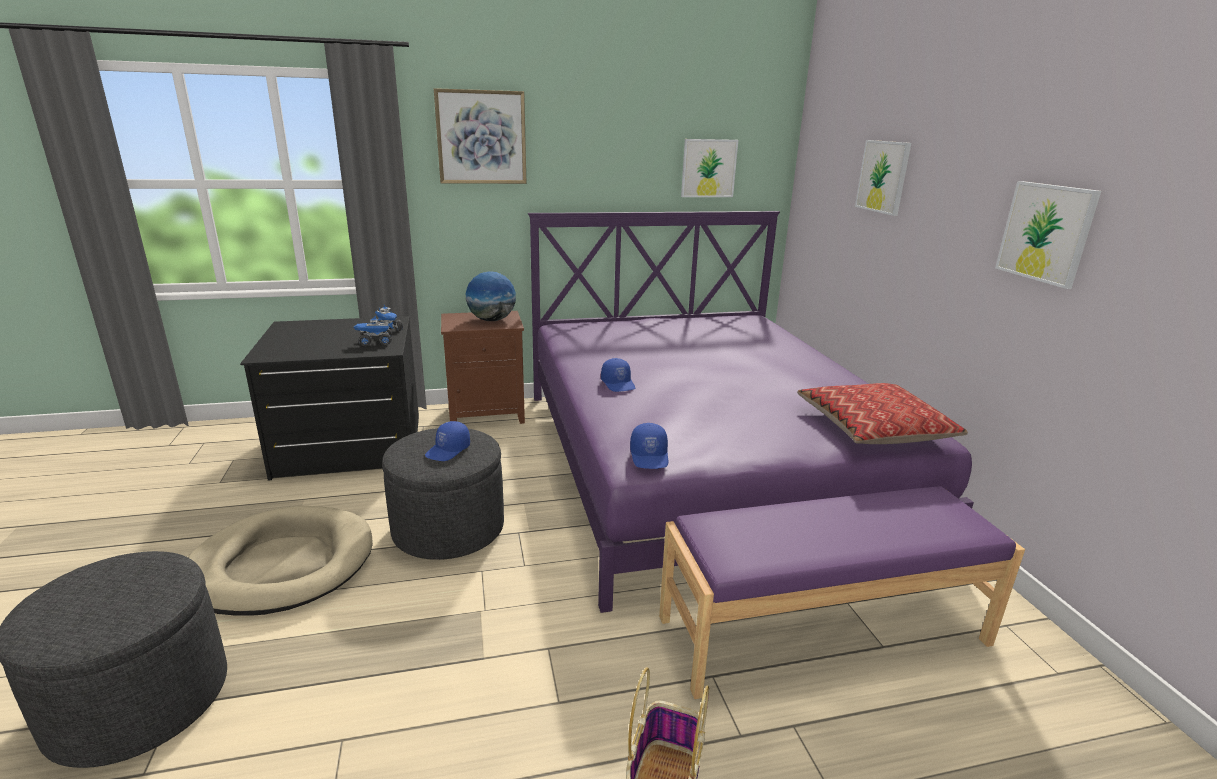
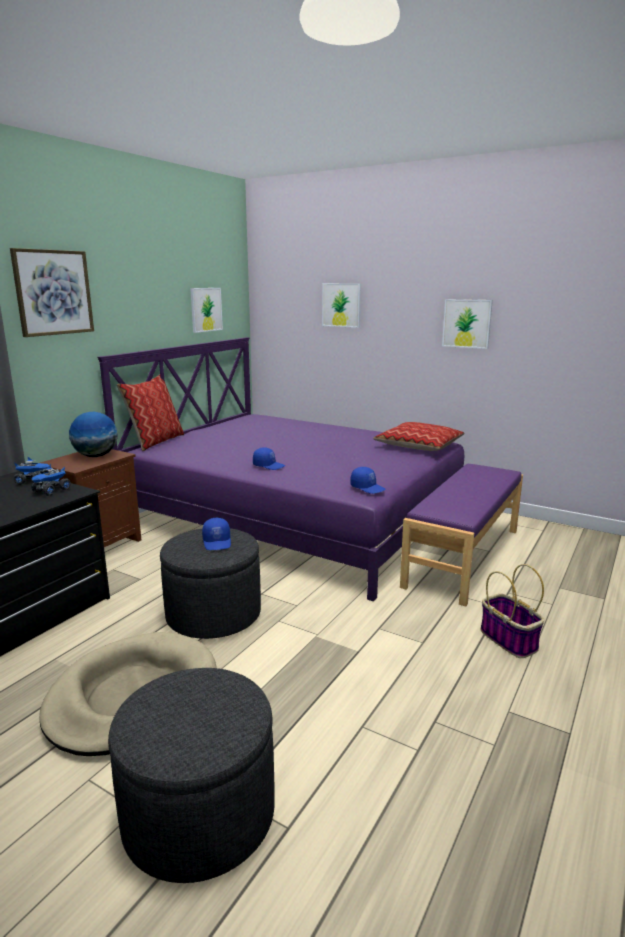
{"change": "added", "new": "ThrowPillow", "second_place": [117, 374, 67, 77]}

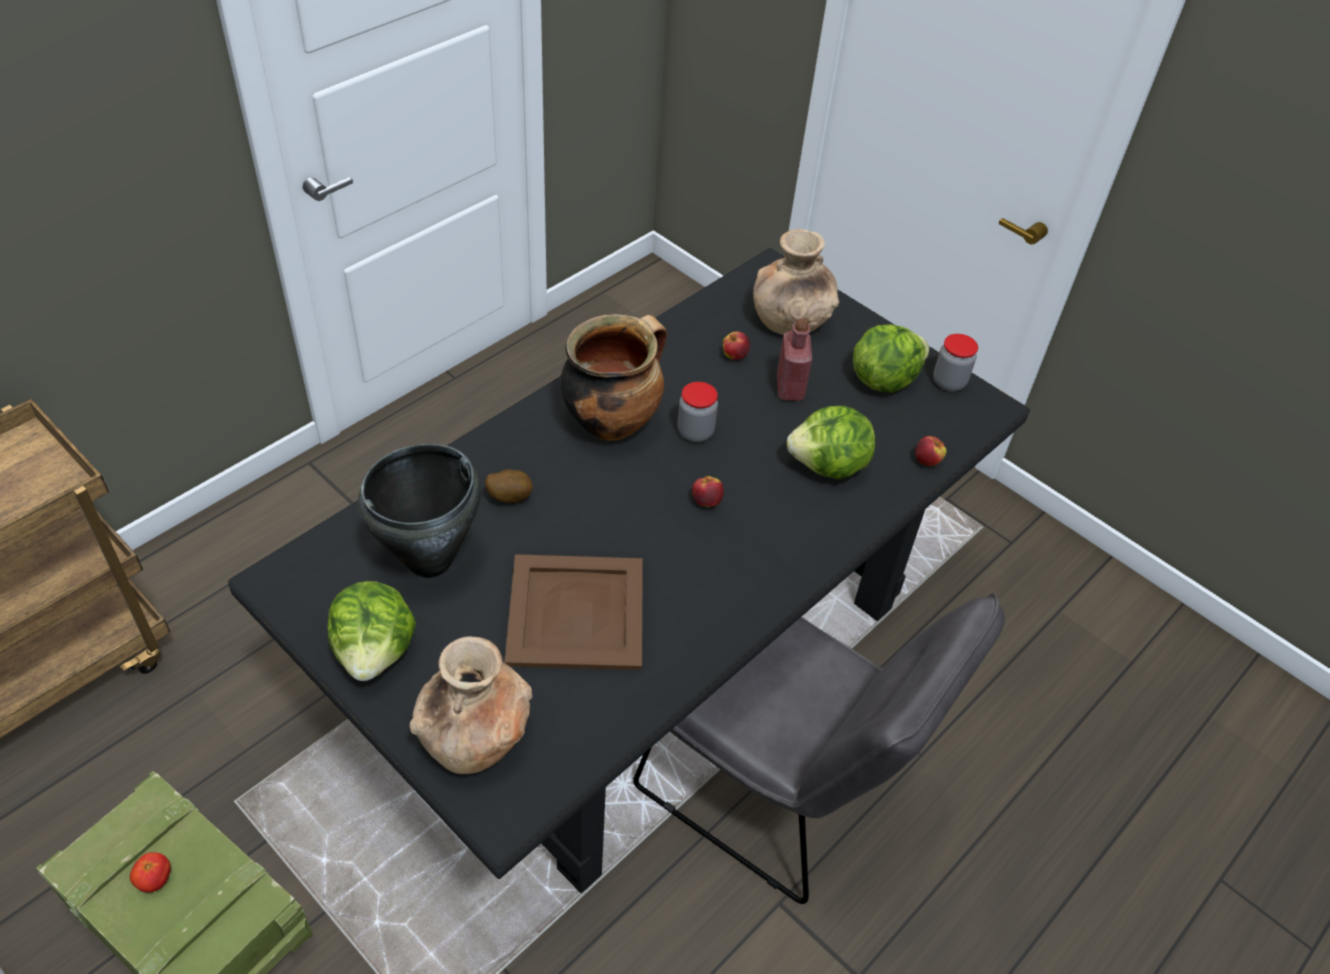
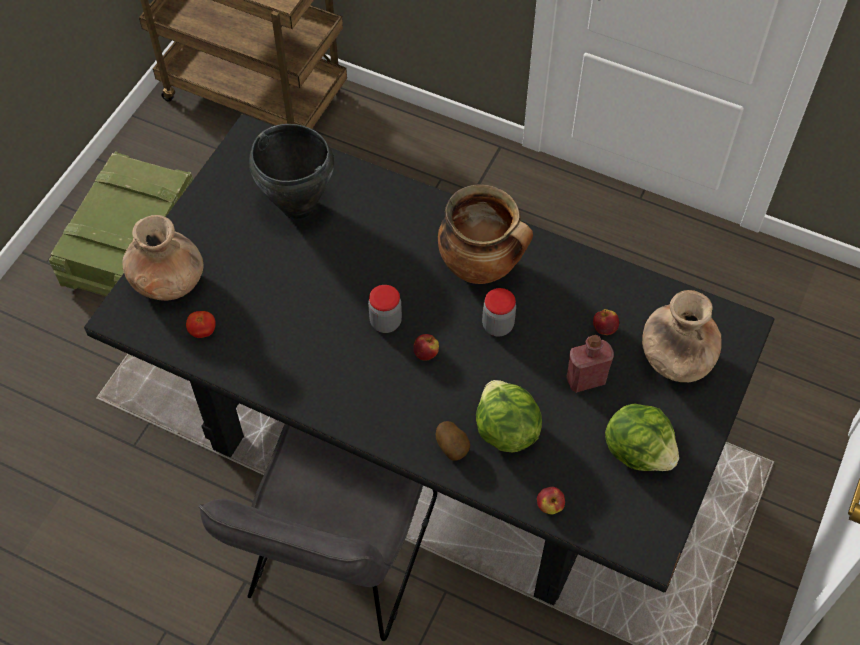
{"change": "removed", "old": "HeadOfLettuce", "first_place": [327, 581, 89, 100]}
{"change": "removed", "old": "BrownTray", "first_place": [504, 554, 139, 116]}
{"change": "moved", "old": "WholeTomato", "first_place": [130, 852, 41, 40], "second_place": [186, 311, 30, 27]}
{"change": "moved", "old": "Spud", "first_place": [485, 470, 48, 33], "second_place": [436, 421, 34, 39]}
{"change": "moved", "old": "Jar", "first_place": [933, 334, 45, 58], "second_place": [368, 285, 34, 48]}

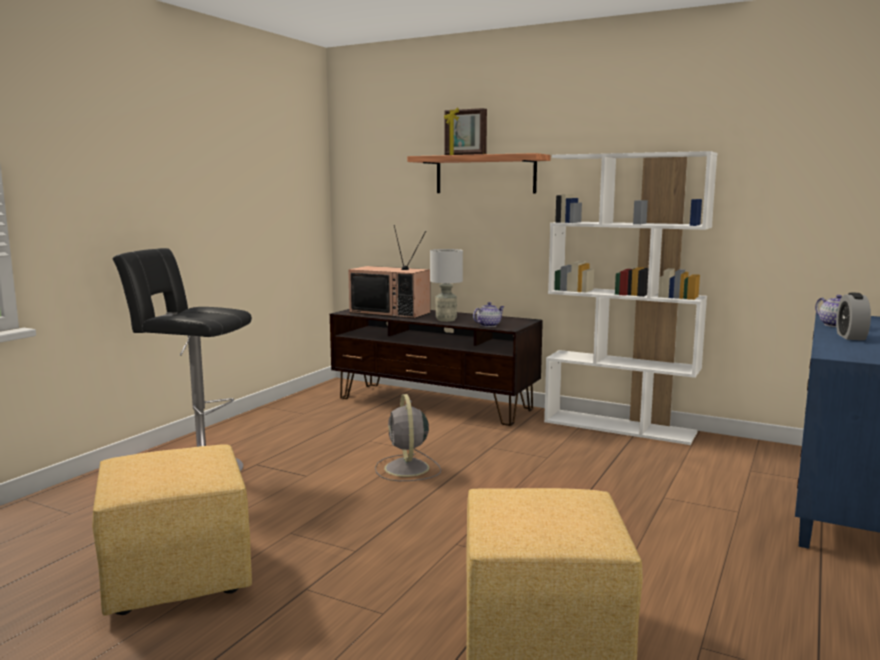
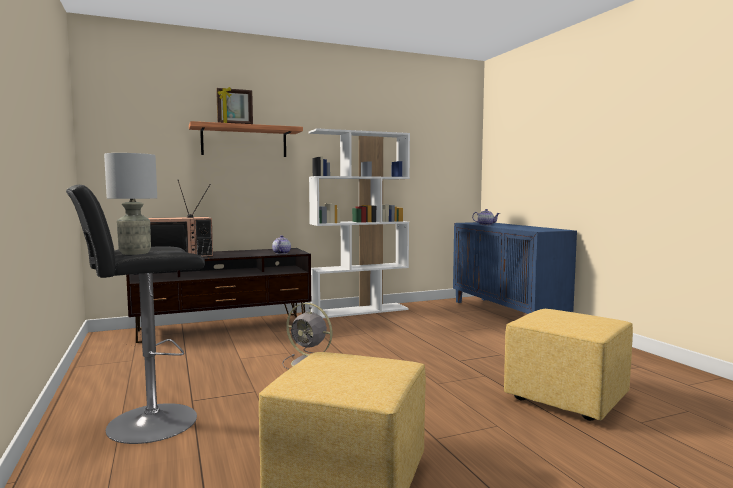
{"change": "removed", "old": "AlarmClock", "first_place": [836, 292, 35, 48]}
{"change": "moved", "old": "GreyTableLamp", "first_place": [430, 249, 33, 73], "second_place": [104, 153, 53, 102]}

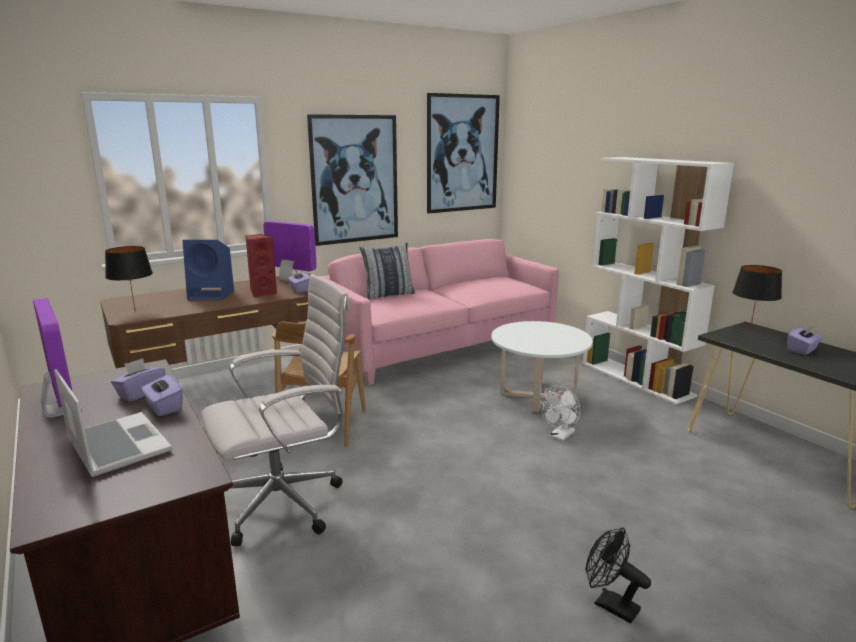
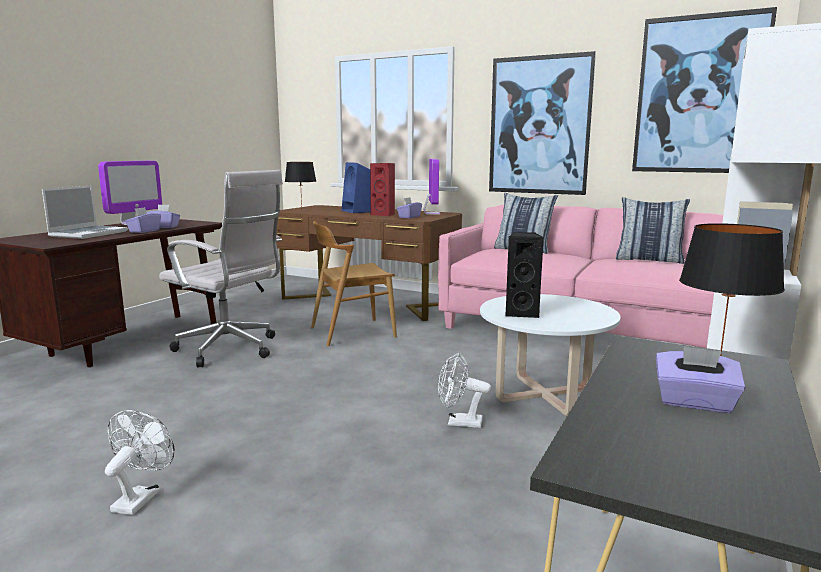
{"change": "added", "new": "BlackishAudioSpeaker", "second_place": [505, 232, 39, 86]}
{"change": "added", "new": "ThrowPillow", "second_place": [616, 197, 74, 67]}
{"change": "recoloured", "old": "BlackishFan", "new": "WhiteColouredFan", "first_place": [586, 528, 65, 96], "second_place": [105, 410, 70, 105]}

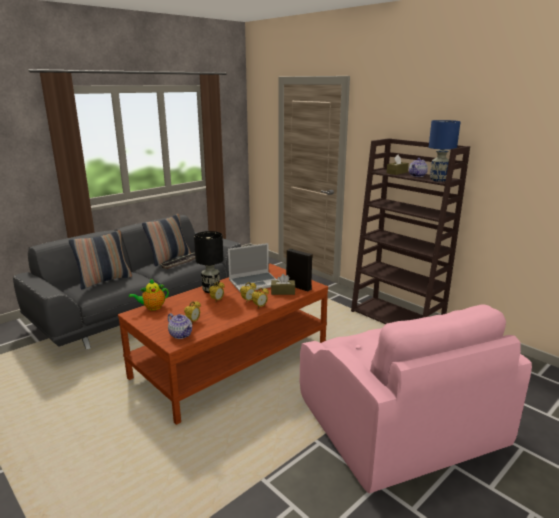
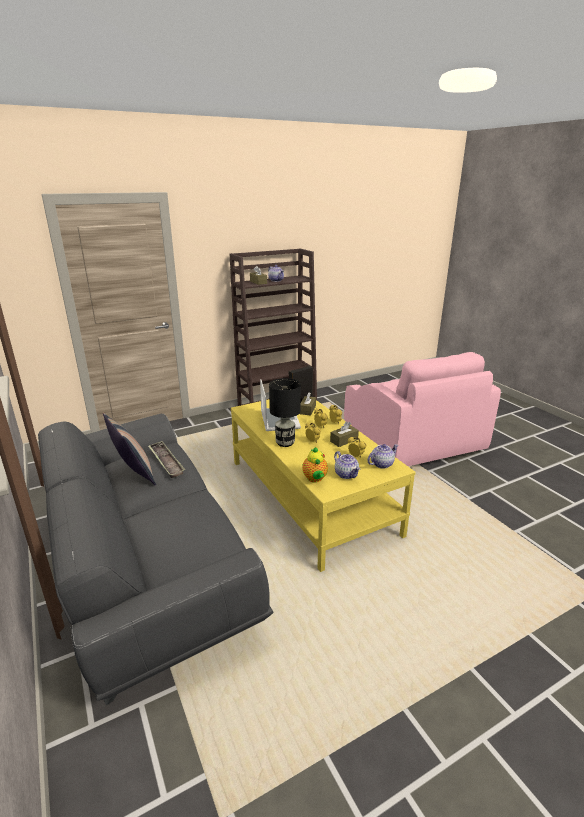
{"change": "removed", "old": "ThrowPillow", "first_place": [69, 230, 63, 59]}
{"change": "removed", "old": "BlueColouredTableLamp", "first_place": [429, 120, 32, 62]}
{"change": "added", "new": "BrownTissueHolder", "second_place": [330, 422, 29, 25]}
{"change": "added", "new": "TeaPot", "second_place": [334, 451, 26, 28]}
{"change": "recoloured", "old": "BrownLoungeTable", "new": "YellowishLoungeTable", "first_place": [118, 264, 210, 161], "second_place": [231, 399, 185, 173]}
{"change": "turned", "old": "PinkLoungeChair", "first_place": [300, 304, 232, 190], "second_place": [344, 352, 157, 114], "degrees": 75}

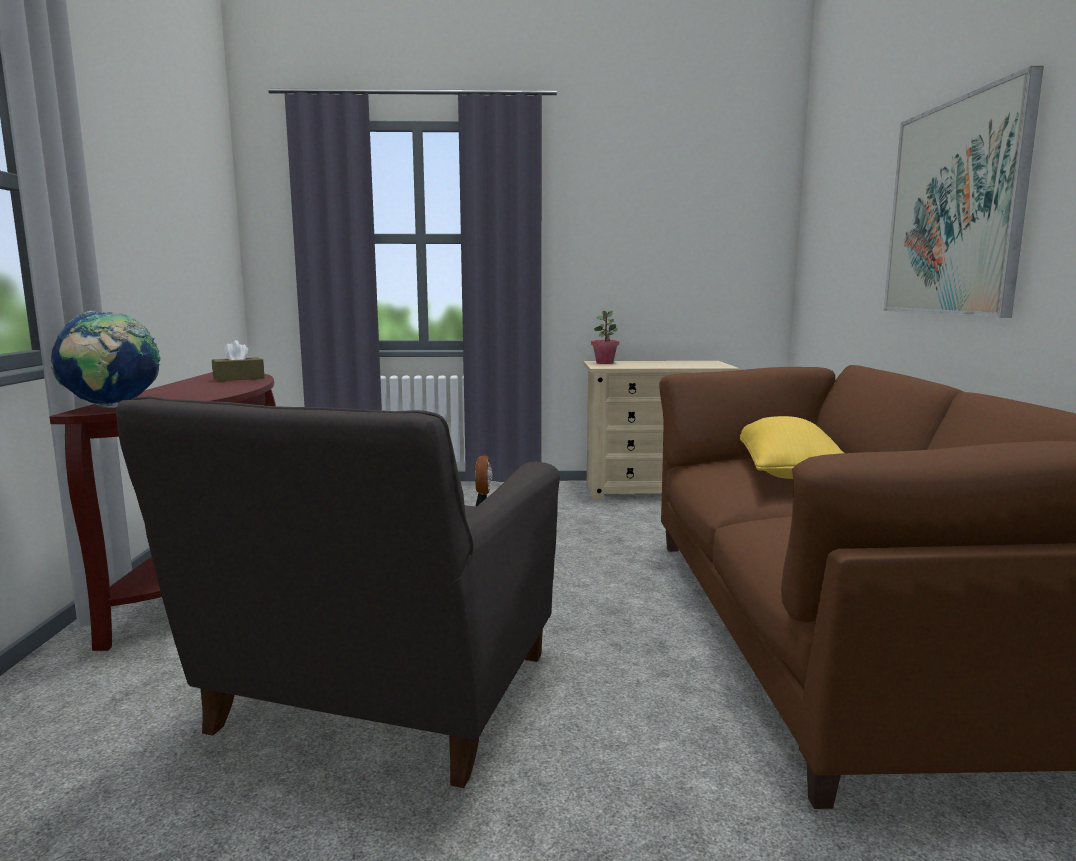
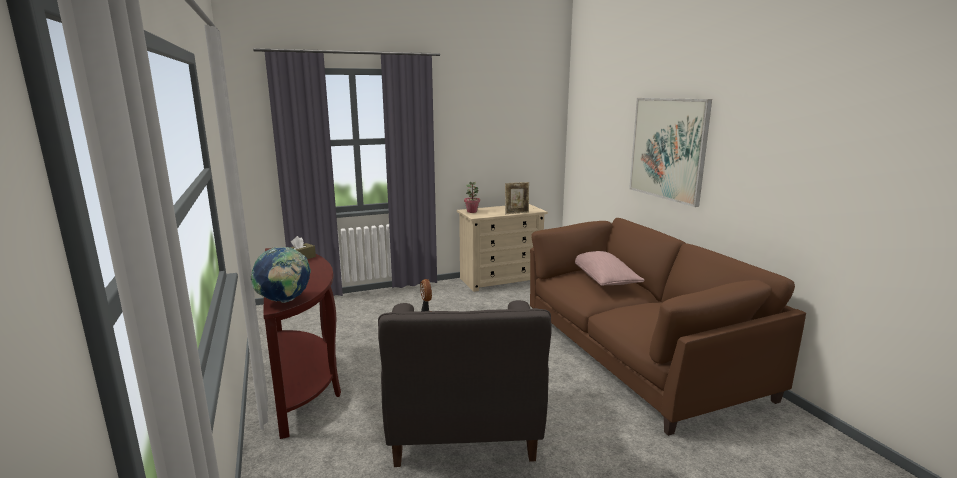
{"change": "added", "new": "StandingFrame", "second_place": [505, 182, 24, 32]}
{"change": "recoloured", "old": "YellowishThrowPillow", "new": "PinkThrowPillow", "first_place": [740, 416, 104, 63], "second_place": [575, 251, 70, 35]}

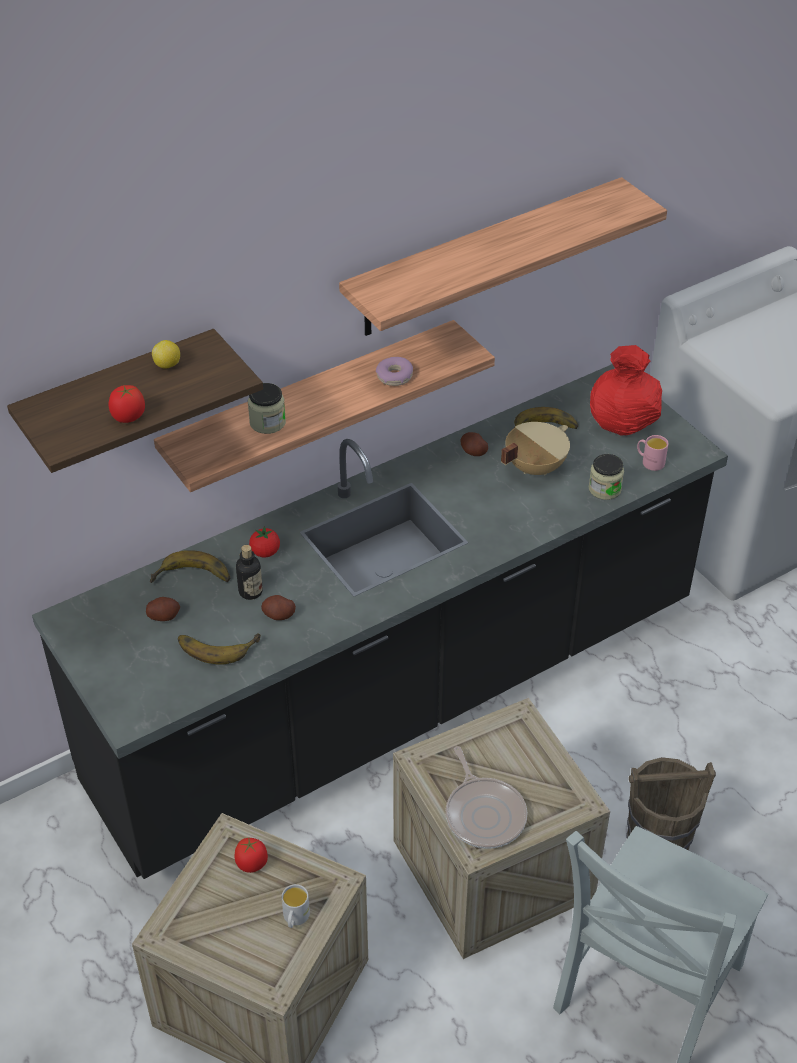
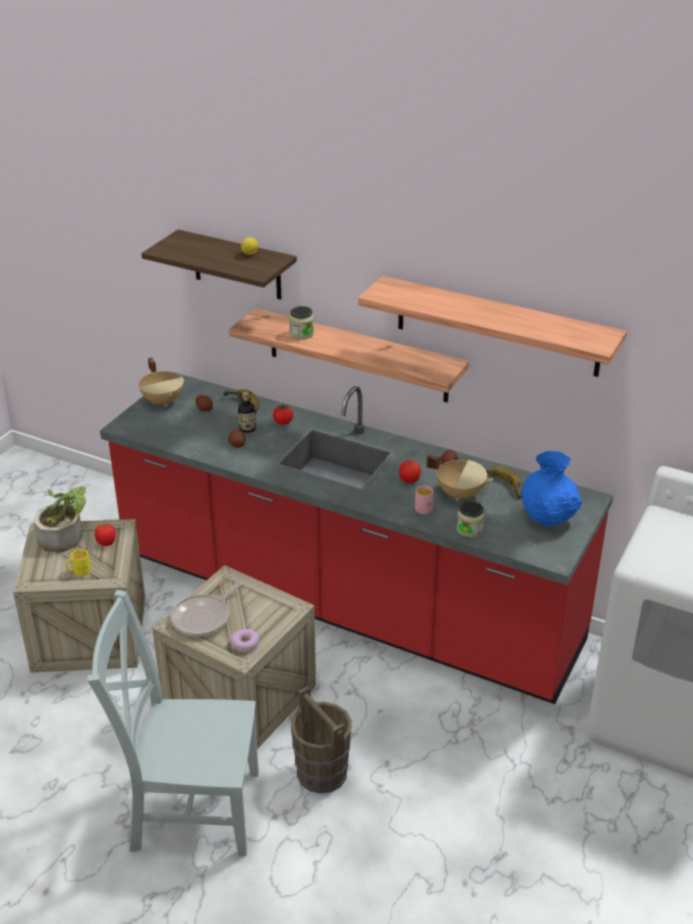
{"change": "removed", "old": "Banana", "first_place": [178, 633, 83, 32]}
{"change": "added", "new": "Houseplant", "second_place": [33, 486, 53, 66]}
{"change": "added", "new": "BeigeStockpot", "second_place": [139, 358, 45, 49]}
{"change": "moved", "old": "WholeTomato", "first_place": [108, 385, 37, 38], "second_place": [399, 460, 22, 23]}
{"change": "moved", "old": "RingDoughnut", "first_place": [376, 357, 37, 29], "second_place": [230, 629, 30, 23]}
{"change": "moved", "old": "PinkCoffeeMug", "first_place": [637, 435, 31, 36], "second_place": [415, 486, 19, 28]}
{"change": "recoloured", "old": "BlackishKitchenBaseUnit", "new": "ReddishKitchenBaseUnit", "first_place": [32, 364, 696, 515], "second_place": [100, 372, 513, 332]}
{"change": "recoloured", "old": "WhiteColouredCoffeeMug", "new": "YellowishCoffeeMug", "first_place": [282, 884, 28, 44], "second_place": [65, 549, 26, 28]}
{"change": "recoloured", "old": "ReddishFlowerVase", "new": "BlueColouredFlowerVase", "first_place": [590, 345, 72, 90], "second_place": [521, 451, 61, 76]}

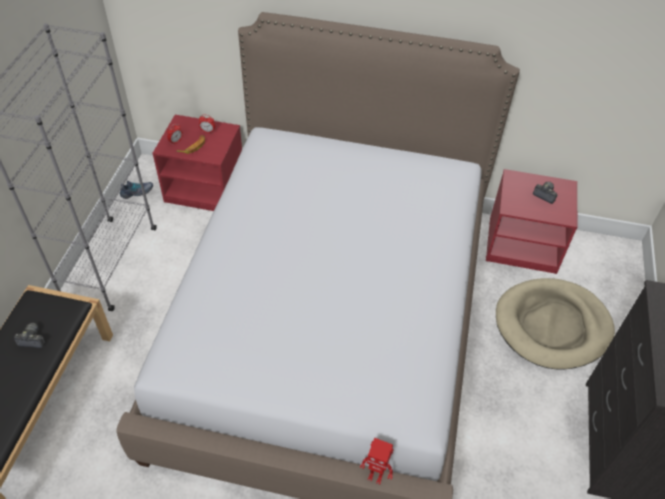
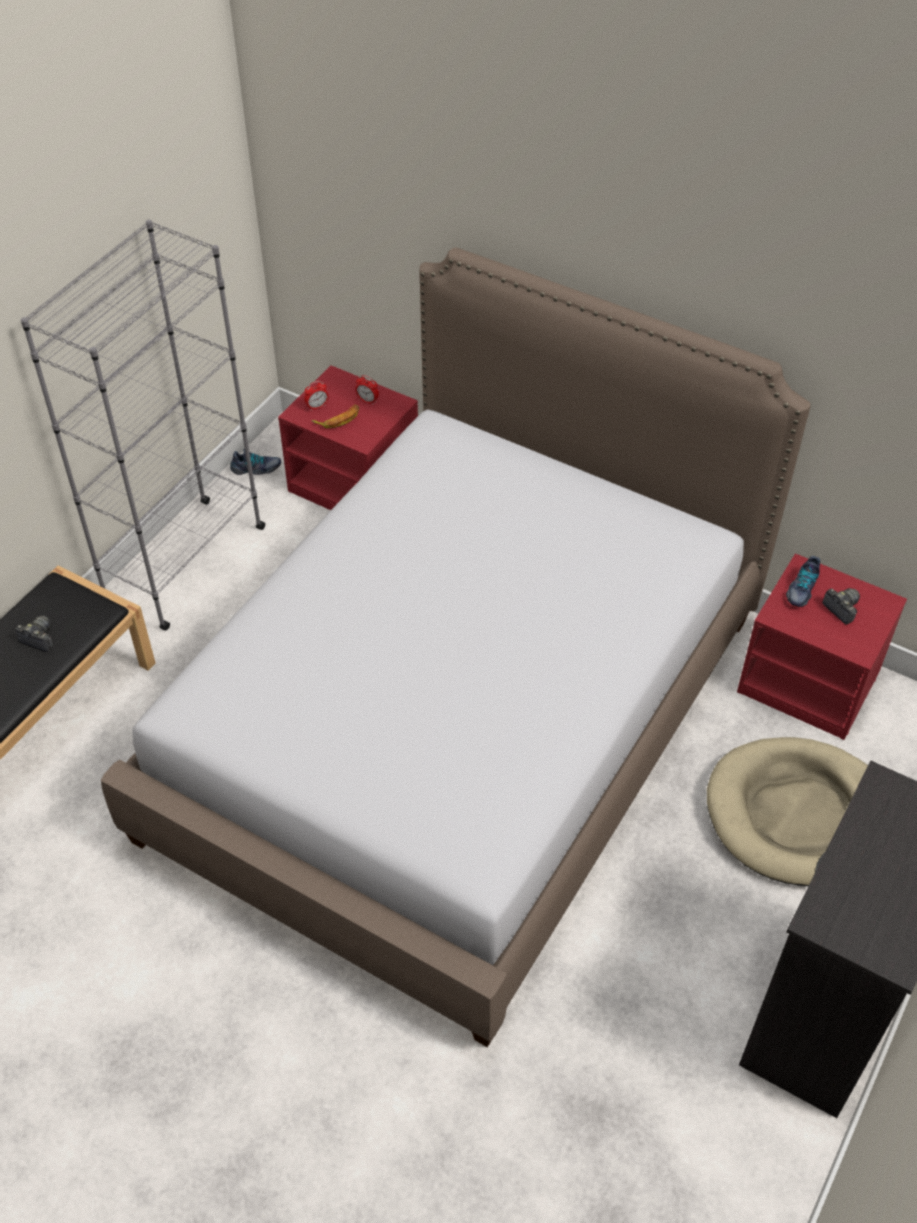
{"change": "removed", "old": "RobotFigure", "first_place": [360, 438, 34, 47]}
{"change": "added", "new": "Shoe", "second_place": [786, 556, 35, 51]}

